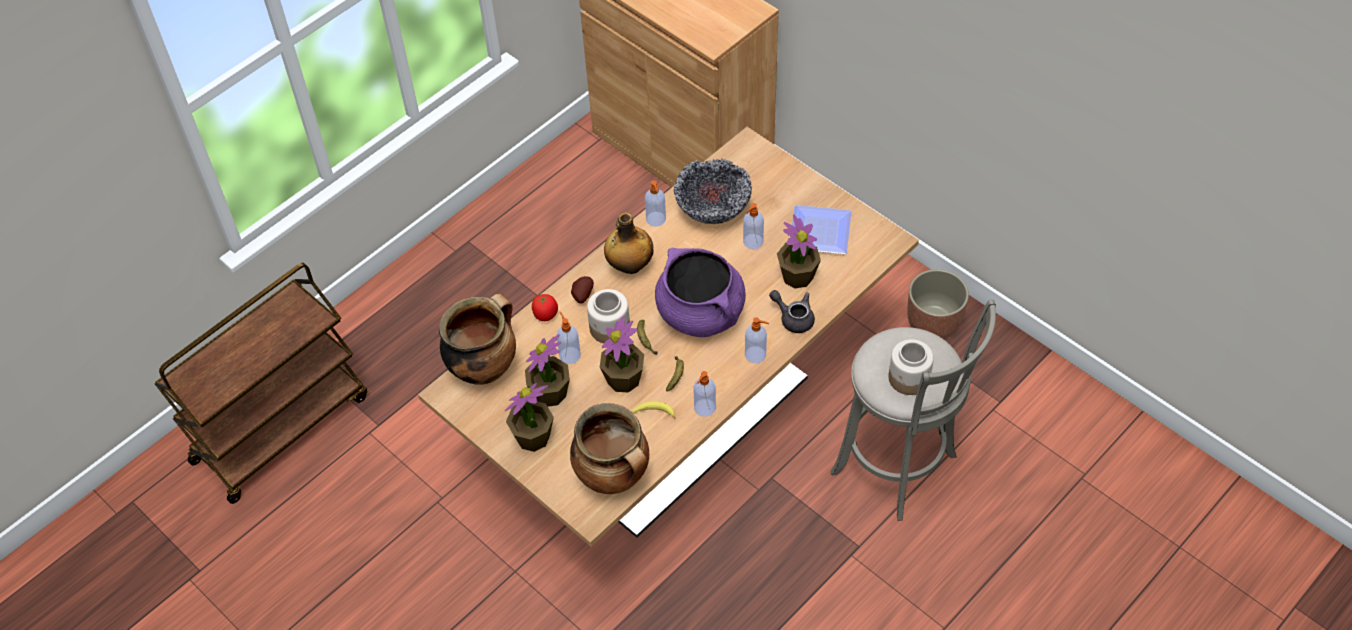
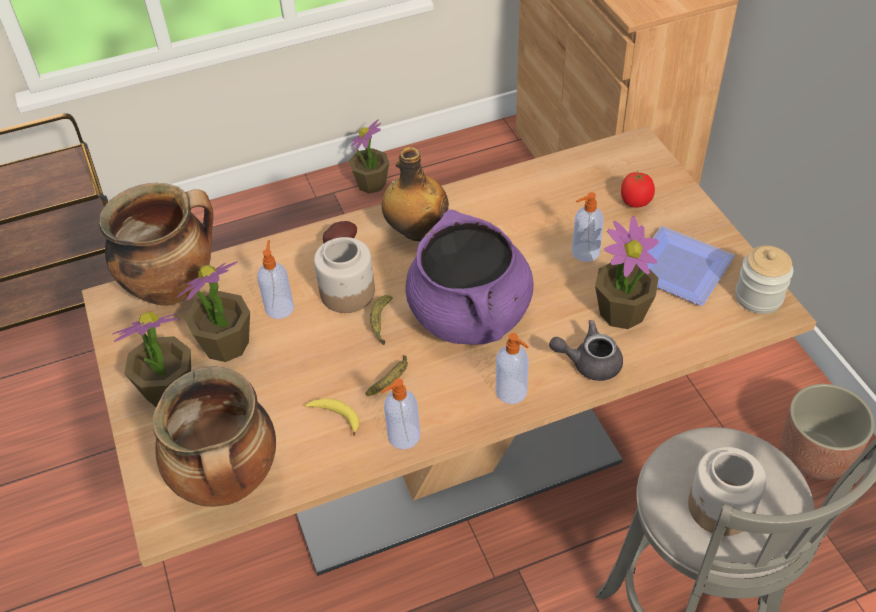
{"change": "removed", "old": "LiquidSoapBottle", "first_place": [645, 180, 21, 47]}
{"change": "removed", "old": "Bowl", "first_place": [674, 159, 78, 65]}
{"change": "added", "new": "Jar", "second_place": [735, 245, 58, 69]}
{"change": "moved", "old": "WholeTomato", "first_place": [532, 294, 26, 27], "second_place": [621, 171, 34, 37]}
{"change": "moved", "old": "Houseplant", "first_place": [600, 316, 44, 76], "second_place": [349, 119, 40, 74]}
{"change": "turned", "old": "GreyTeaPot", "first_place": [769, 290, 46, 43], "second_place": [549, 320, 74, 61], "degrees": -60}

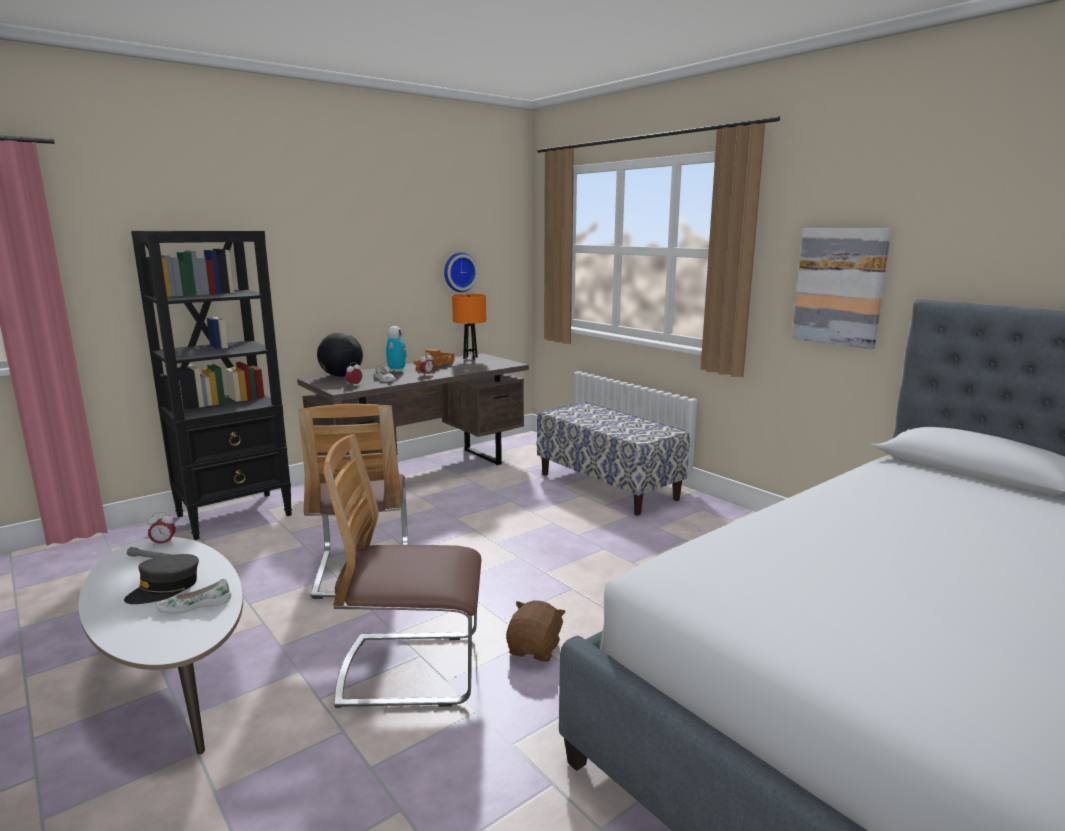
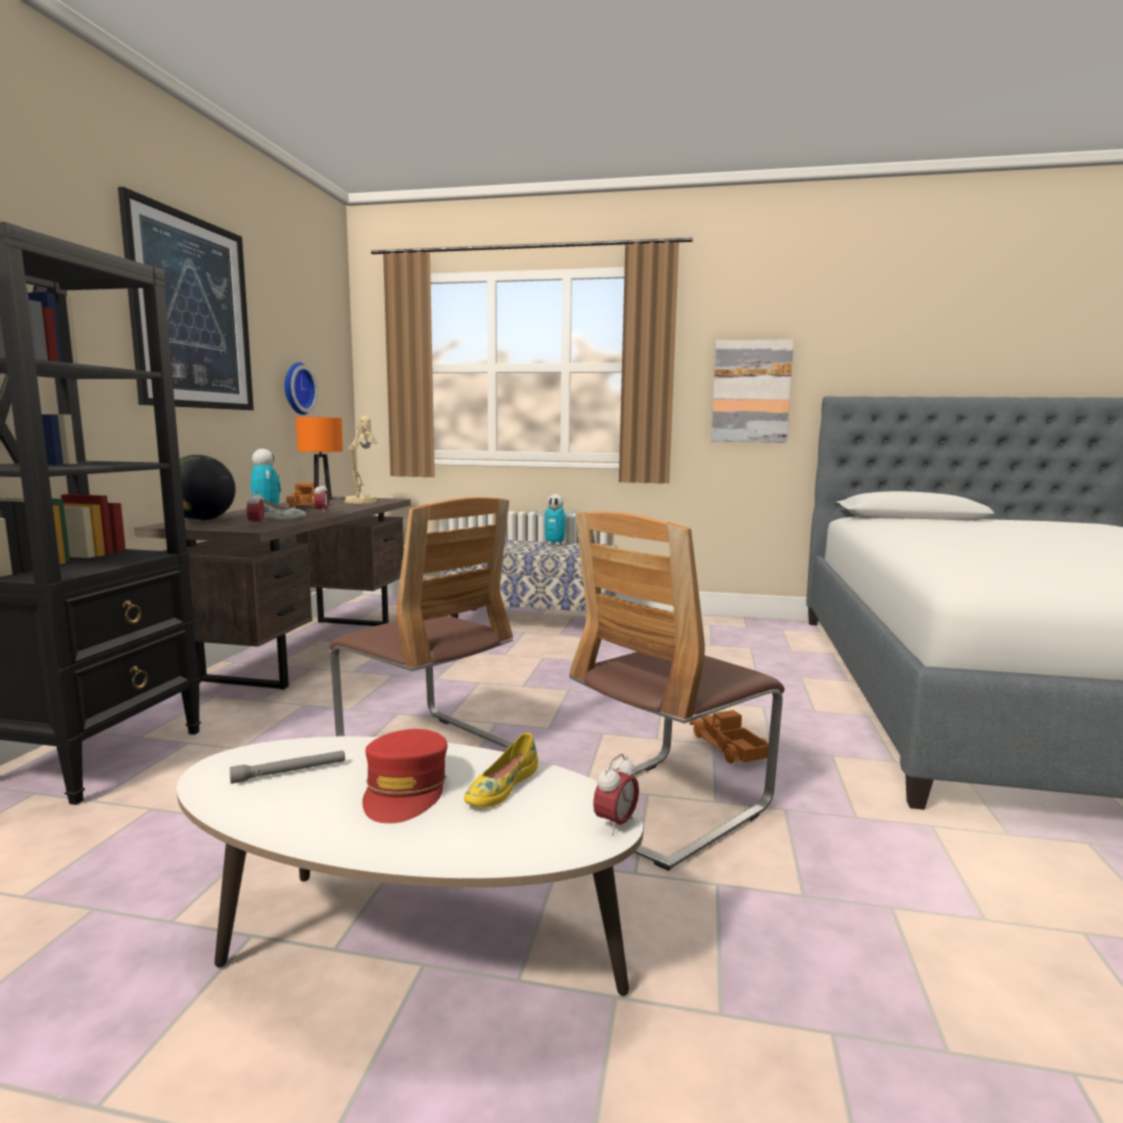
{"change": "added", "new": "Picture", "second_place": [118, 187, 136, 223]}
{"change": "added", "new": "BeigeTableLamp", "second_place": [345, 416, 33, 88]}
{"change": "added", "new": "RobotFigure", "second_place": [535, 494, 42, 51]}
{"change": "moved", "old": "AlarmClock", "first_place": [147, 512, 29, 33], "second_place": [593, 754, 46, 81]}
{"change": "replaced", "old": "BrownPlushToy", "new": "ToyTruck", "first_place": [506, 600, 60, 62], "second_place": [690, 710, 79, 53]}
{"change": "recoloured", "old": "GreyPeakedCap", "new": "ReddishPeakedCap", "first_place": [124, 554, 75, 50], "second_place": [362, 729, 85, 94]}
{"change": "recoloured", "old": "WhiteColouredShoe", "new": "YellowishShoe", "first_place": [157, 579, 75, 35], "second_place": [464, 733, 74, 75]}

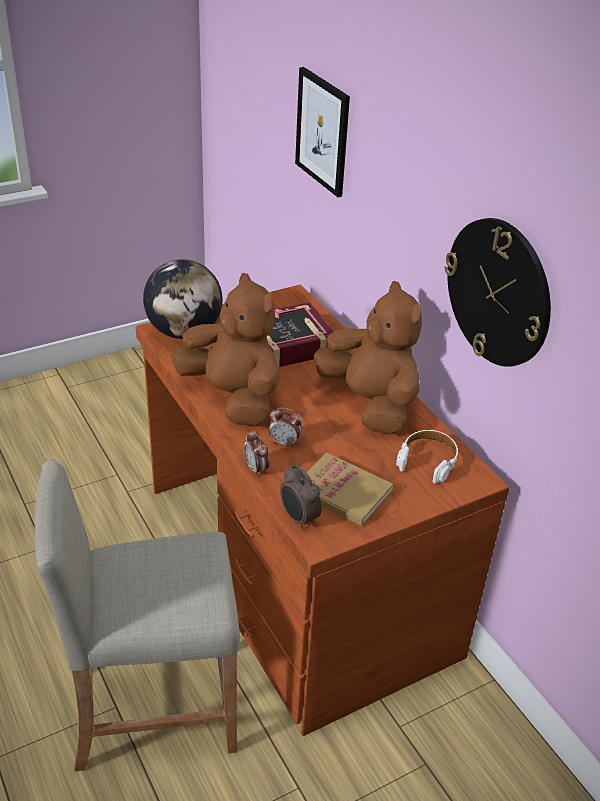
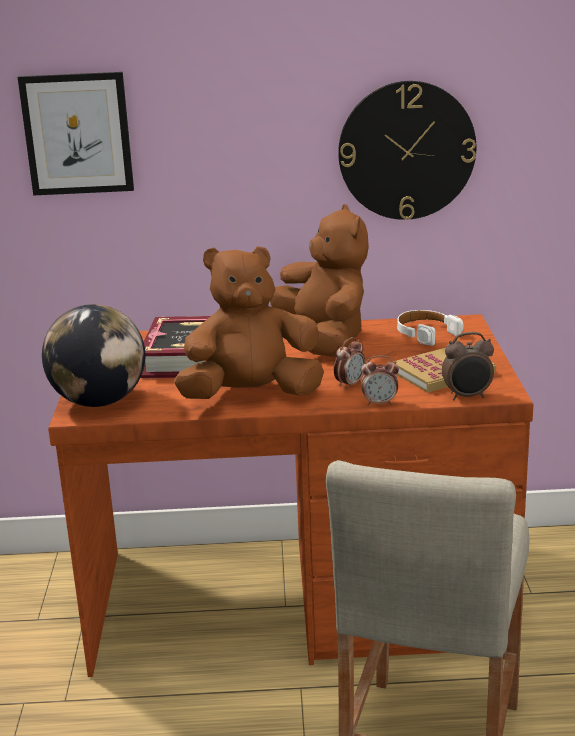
{"change": "turned", "old": "BrownPlushToy", "first_place": [314, 281, 108, 153], "second_place": [270, 204, 99, 153], "degrees": 75}

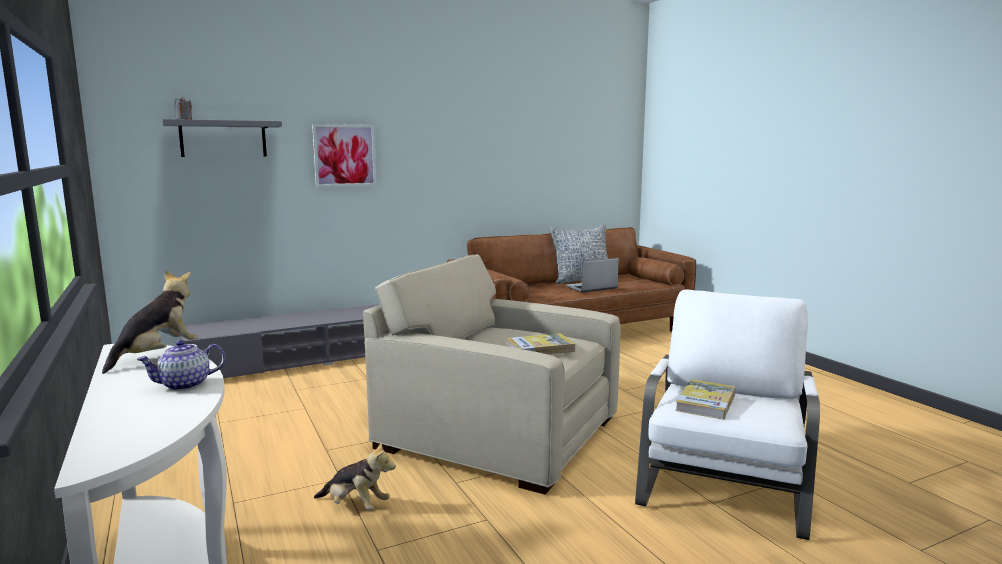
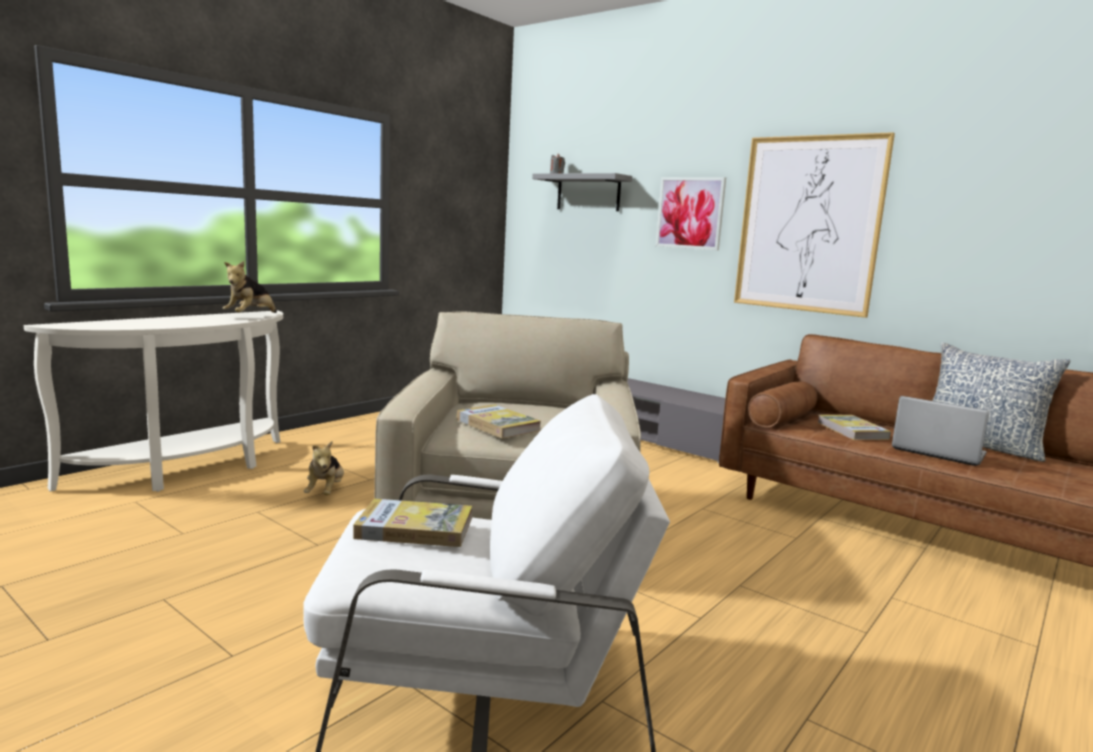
{"change": "removed", "old": "TeaPot", "first_place": [137, 340, 88, 51]}
{"change": "added", "new": "Picture", "second_place": [734, 132, 161, 186]}
{"change": "added", "new": "BoundBook", "second_place": [817, 415, 74, 25]}
{"change": "turned", "old": "PlushToy", "first_place": [102, 271, 97, 103], "second_place": [222, 261, 55, 52], "degrees": 105}

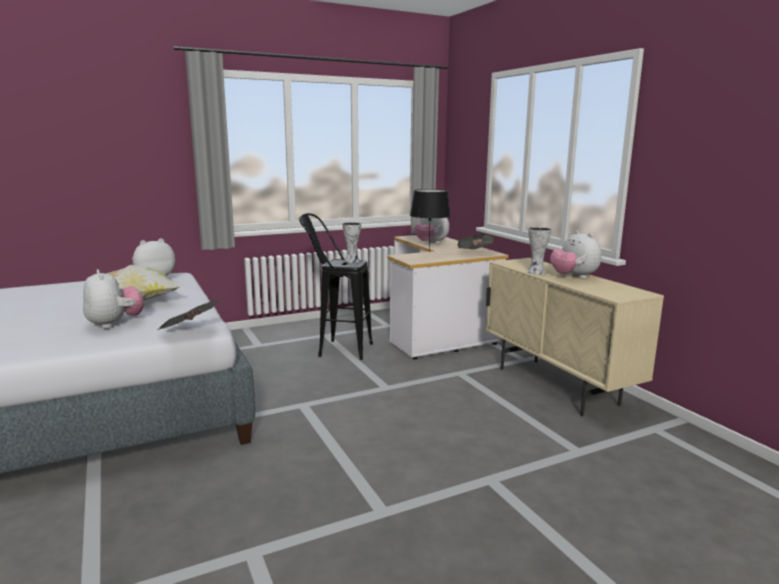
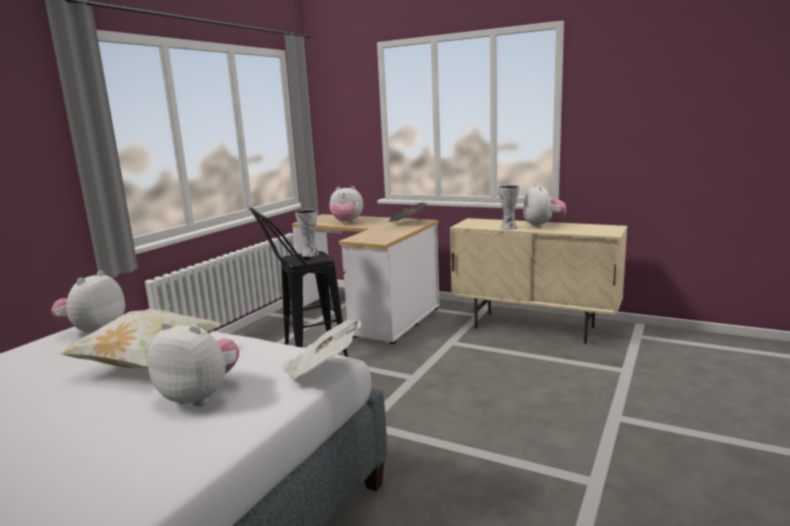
{"change": "removed", "old": "BlackishTableLamp", "first_place": [410, 189, 40, 61]}
{"change": "turned", "old": "PlushToy", "first_place": [550, 230, 51, 49], "second_place": [523, 184, 43, 44], "degrees": -120}

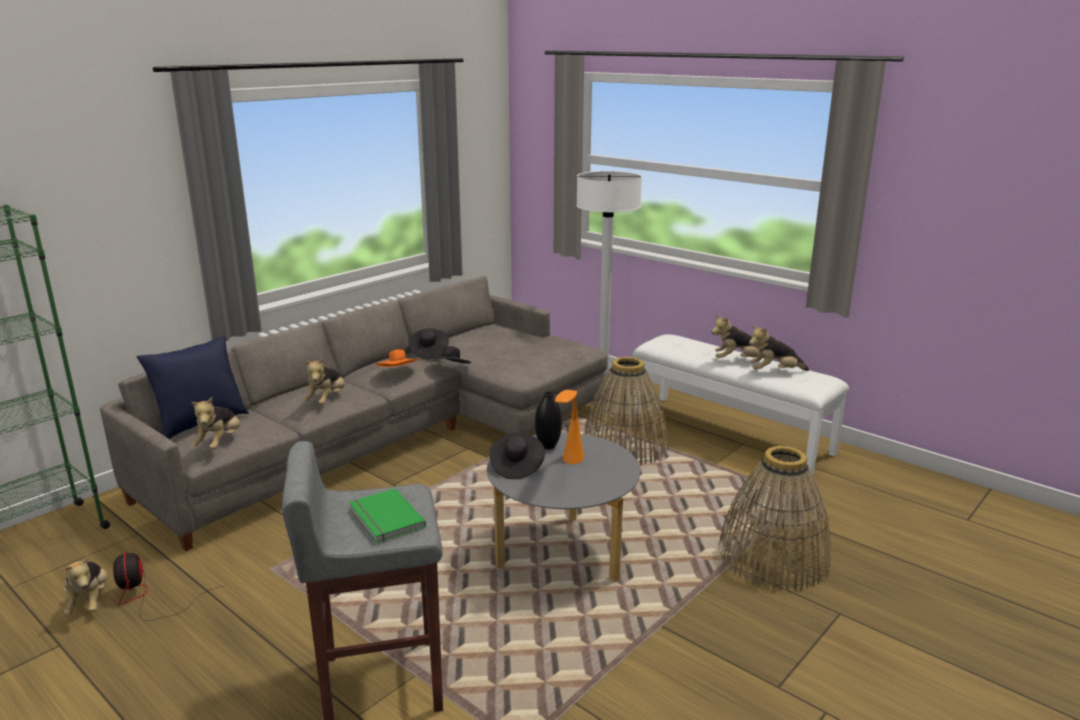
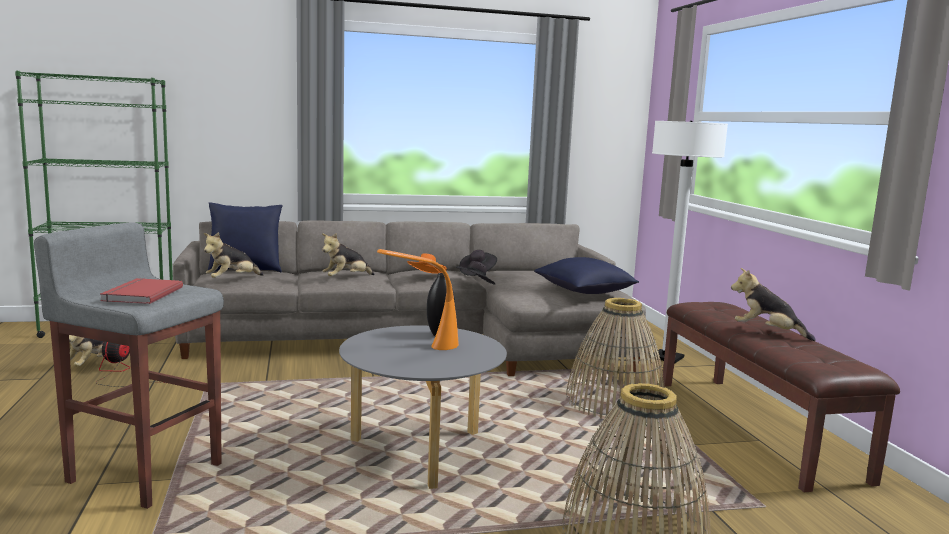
{"change": "removed", "old": "BlackishHat", "first_place": [489, 432, 56, 47]}
{"change": "removed", "old": "PlushToy", "first_place": [749, 325, 60, 46]}
{"change": "added", "new": "BlueColouredThrowPillow", "second_place": [534, 257, 105, 37]}
{"change": "recoloured", "old": "GreenColouredBoundBook", "new": "ReddishBoundBook", "first_place": [349, 488, 77, 55], "second_place": [100, 278, 83, 26]}
{"change": "recoloured", "old": "WhiteColouredBench", "new": "BrownBench", "first_place": [632, 334, 217, 142], "second_place": [663, 302, 237, 190]}

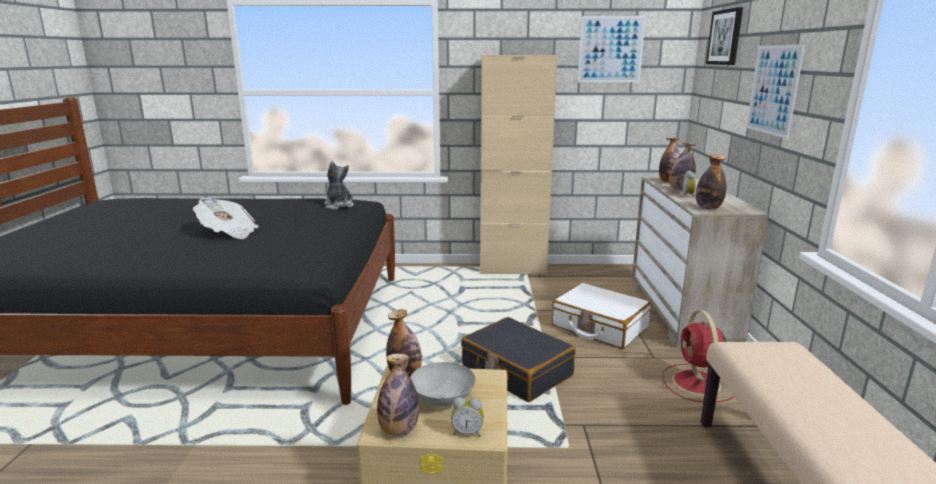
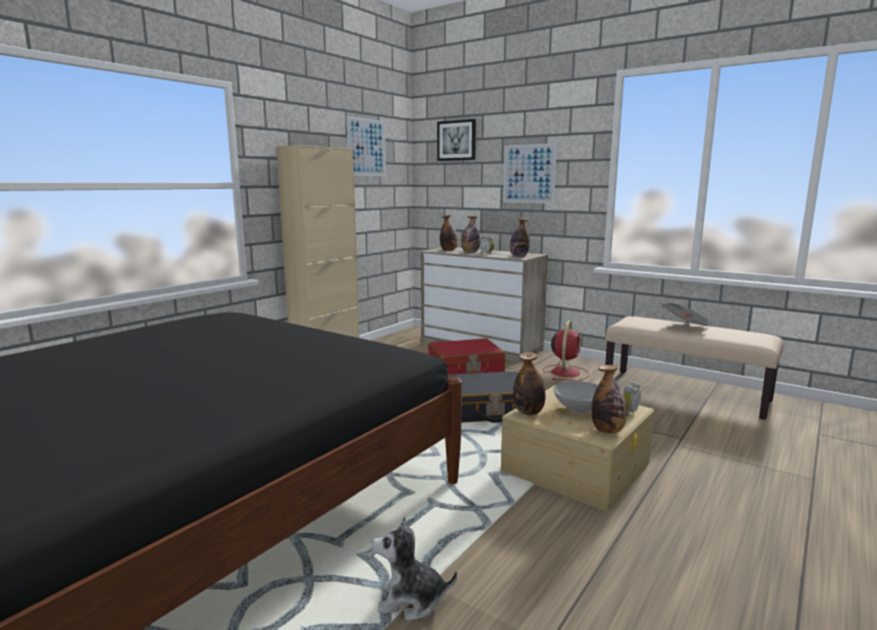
{"change": "moved", "old": "PrintedPaper", "first_place": [193, 198, 66, 41], "second_place": [661, 303, 49, 23]}
{"change": "moved", "old": "PlushToy", "first_place": [324, 161, 30, 49], "second_place": [372, 516, 85, 105]}
{"change": "recoloured", "old": "WhiteColouredSuitcase", "new": "ReddishSuitcase", "first_place": [552, 283, 99, 66], "second_place": [428, 338, 77, 36]}
{"change": "turned", "old": "ReddishFan", "first_place": [663, 310, 71, 92], "second_place": [543, 321, 46, 60], "degrees": -105}

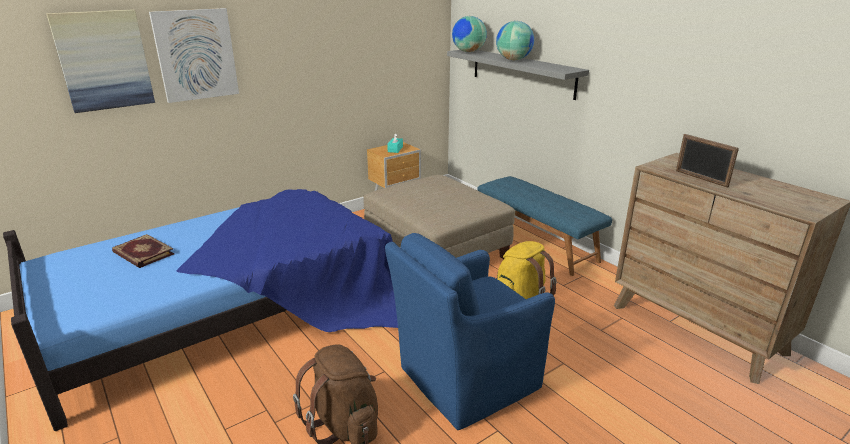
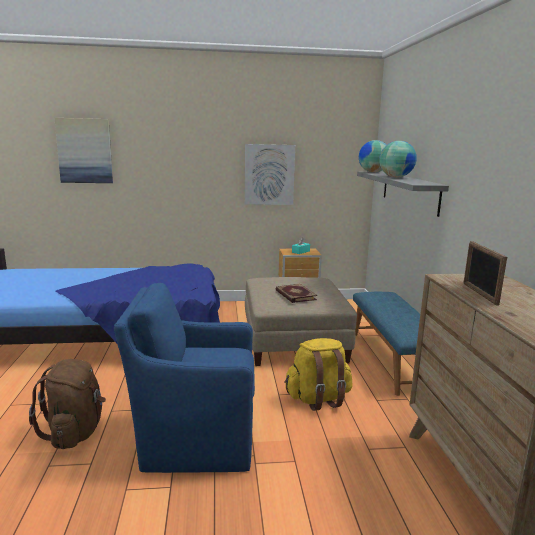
{"change": "moved", "old": "BoundBook", "first_place": [112, 234, 62, 34], "second_place": [276, 284, 41, 19]}
{"change": "moved", "old": "Picture", "first_place": [149, 8, 90, 95], "second_place": [245, 144, 50, 61]}

